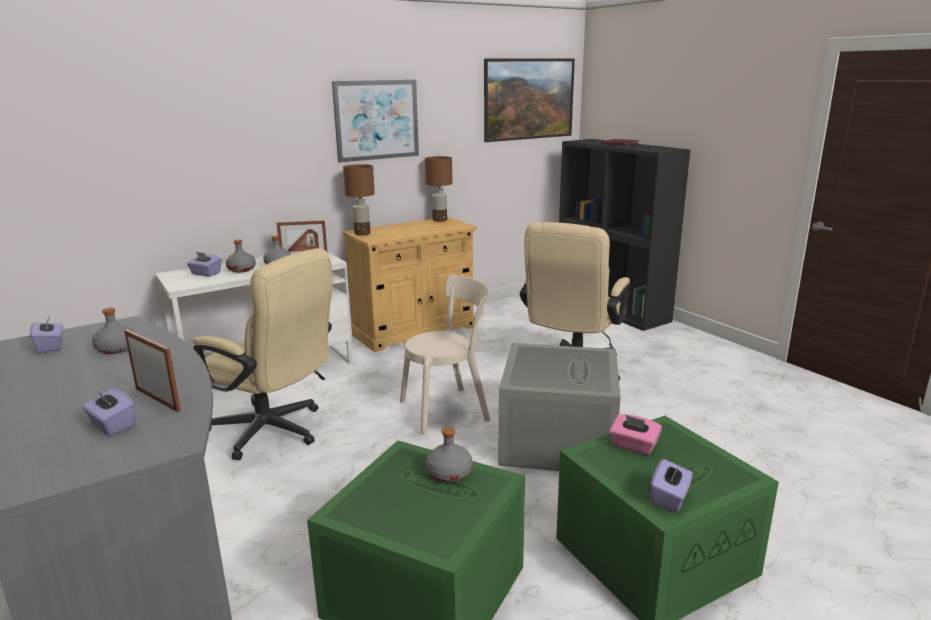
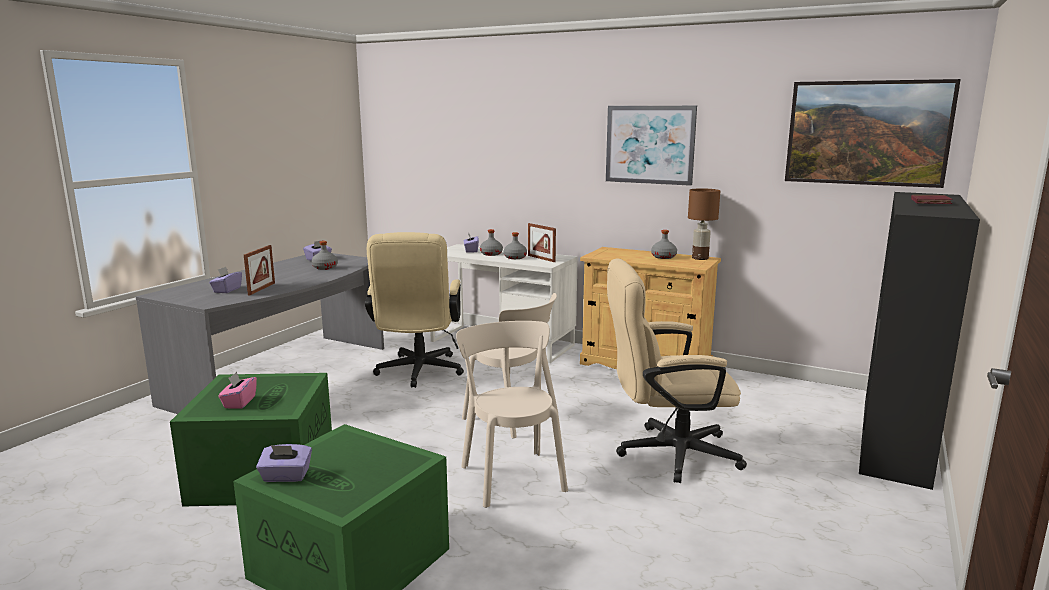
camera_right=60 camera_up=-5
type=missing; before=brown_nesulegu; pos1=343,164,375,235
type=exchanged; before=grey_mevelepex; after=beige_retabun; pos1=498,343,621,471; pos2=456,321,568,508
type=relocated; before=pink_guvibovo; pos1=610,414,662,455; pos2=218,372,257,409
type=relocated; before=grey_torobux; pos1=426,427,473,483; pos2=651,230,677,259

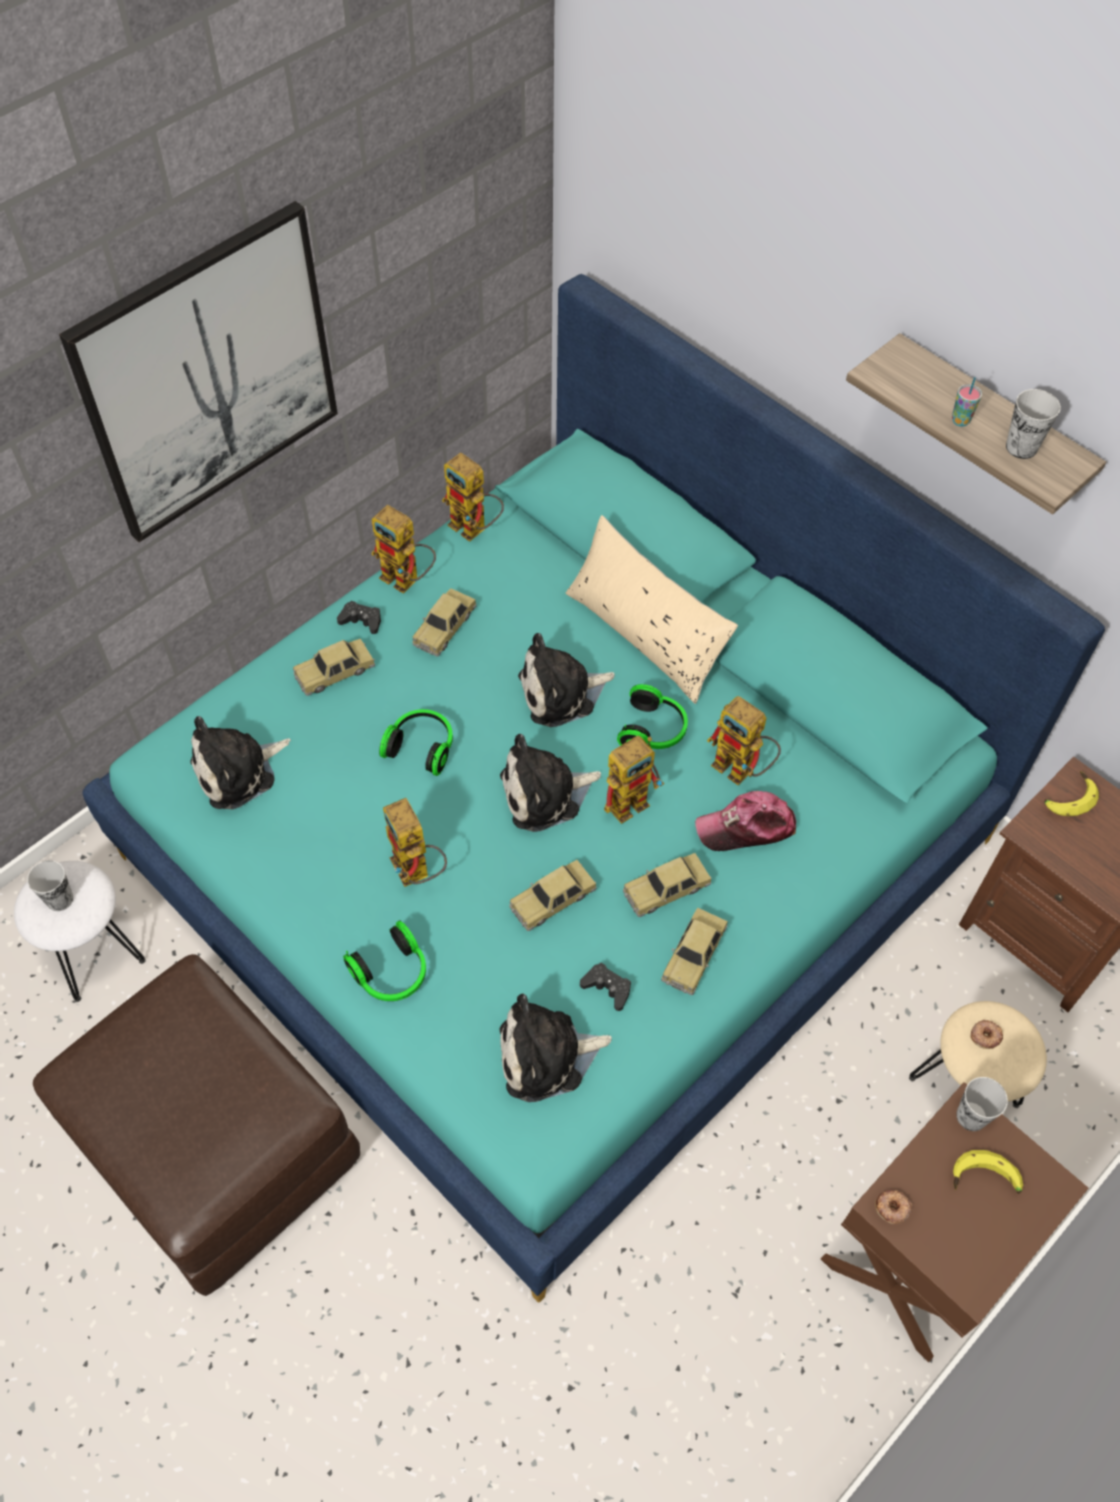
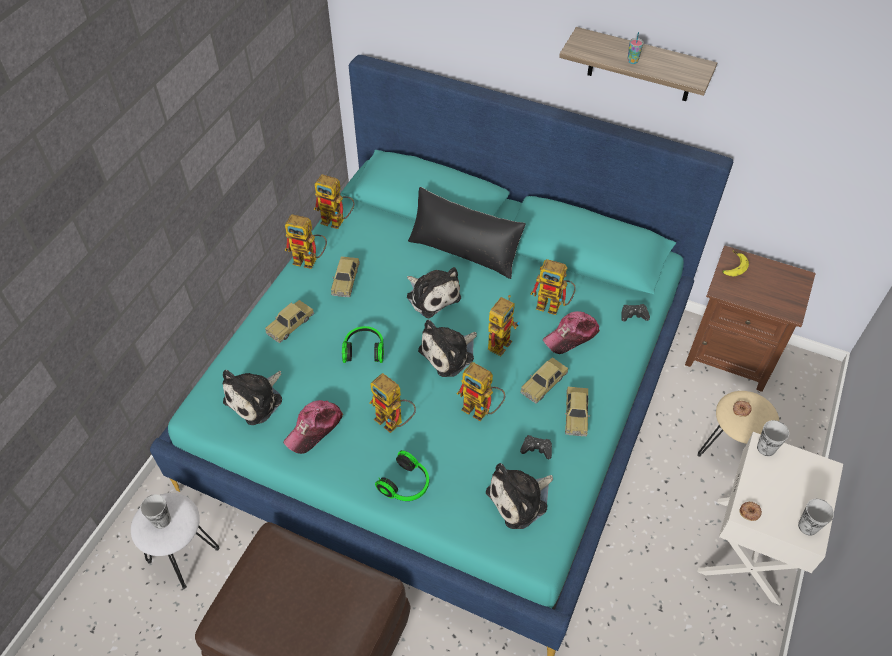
camera_right=-20 camera_up=-5
type=missing; before=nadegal; pos1=59,201,338,542
type=relocated; before=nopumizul; pos1=1006,389,1061,459; pos2=798,499,834,536
type=colour; before=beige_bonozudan; after=black_bonozudan; pos1=566,515,738,704; pos2=408,187,526,279
type=relocated; before=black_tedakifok; pos1=337,601,381,634; pos2=621,304,650,322
type=spun; before=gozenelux; pos1=518,633,615,727; pos2=407,267,461,319; turn=-90
type=missing; before=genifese; pos1=617,684,688,749
type=exchanged; before=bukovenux; after=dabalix; pos1=509,860,596,931; pos2=457,362,505,421
type=colour; before=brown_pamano; after=white_pamano; pos1=821,1082,1089,1362; pos2=697,432,843,606
type=missing; before=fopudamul; pos1=953,1150,1023,1194
type=appeared; after=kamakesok; pos2=284,400,343,454

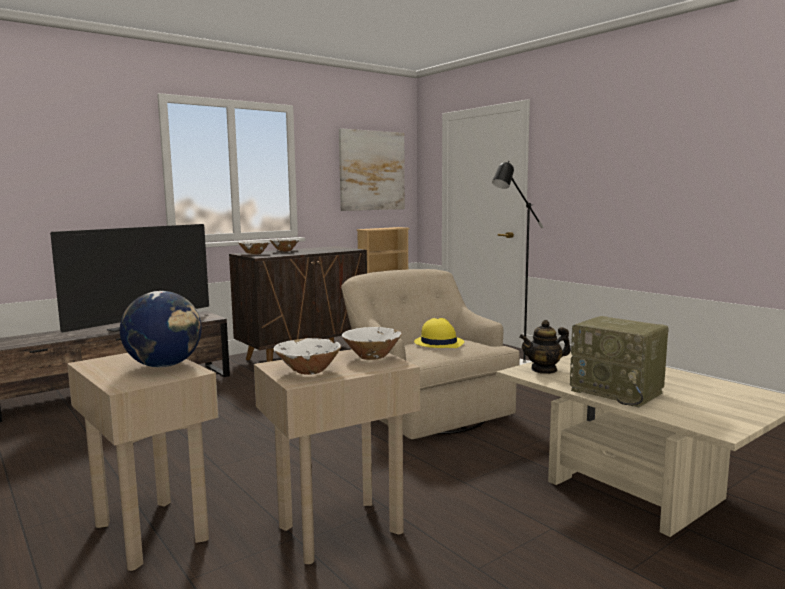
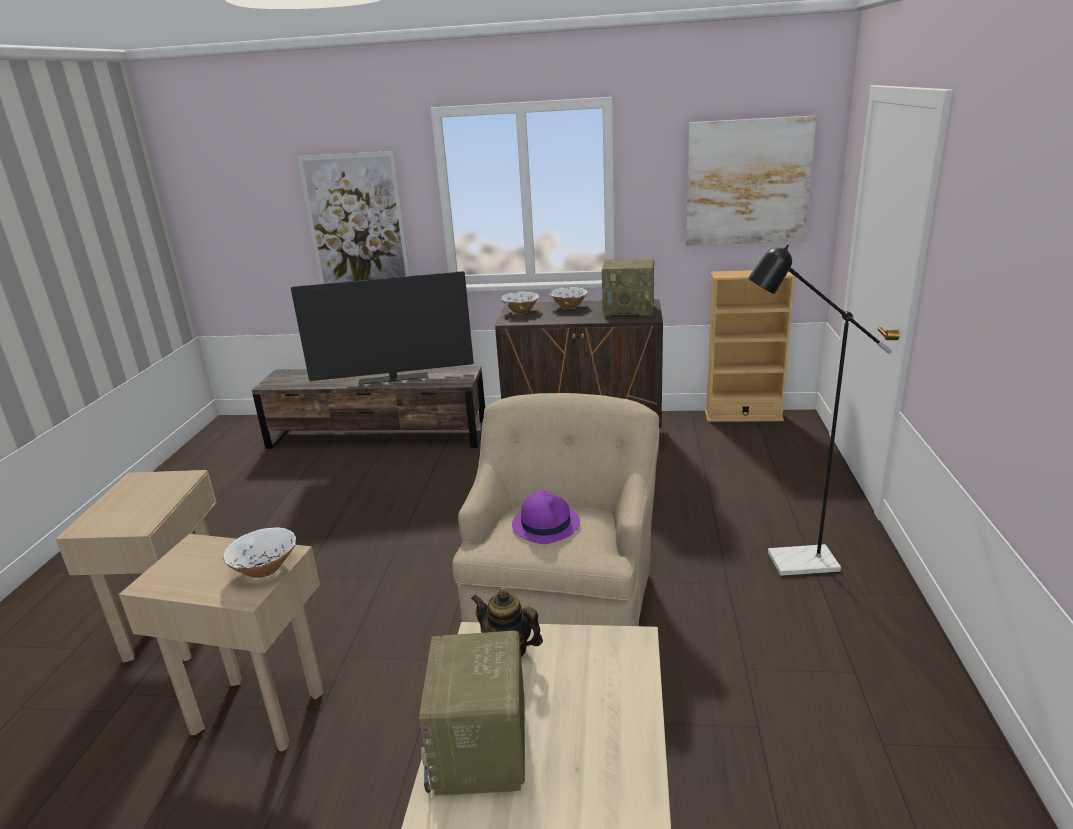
camera_right=45 camera_up=15
type=missing; before=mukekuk; pos1=120,291,202,367
type=colour; before=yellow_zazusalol; after=purple_zazusalol; pos1=414,318,464,348; pos2=512,490,580,544
type=missing; before=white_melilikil; pos1=274,338,341,375
type=appeared; after=nadegal; pos2=297,151,410,284
type=appeared; after=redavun; pos2=602,259,655,316

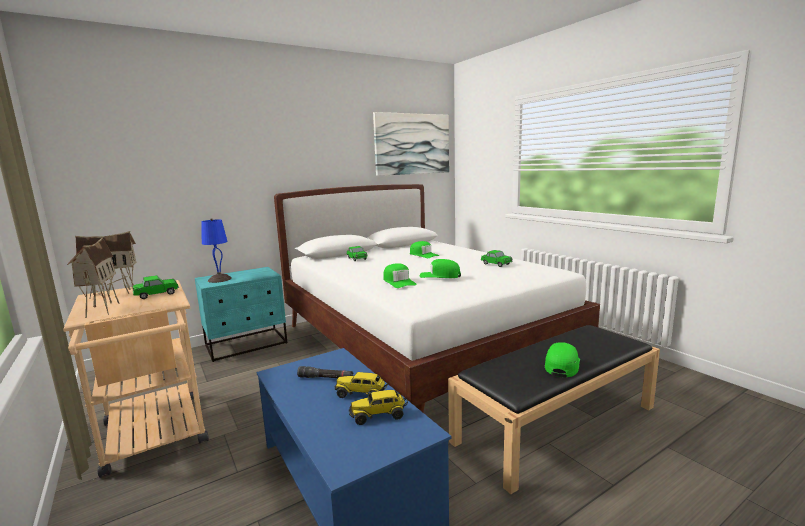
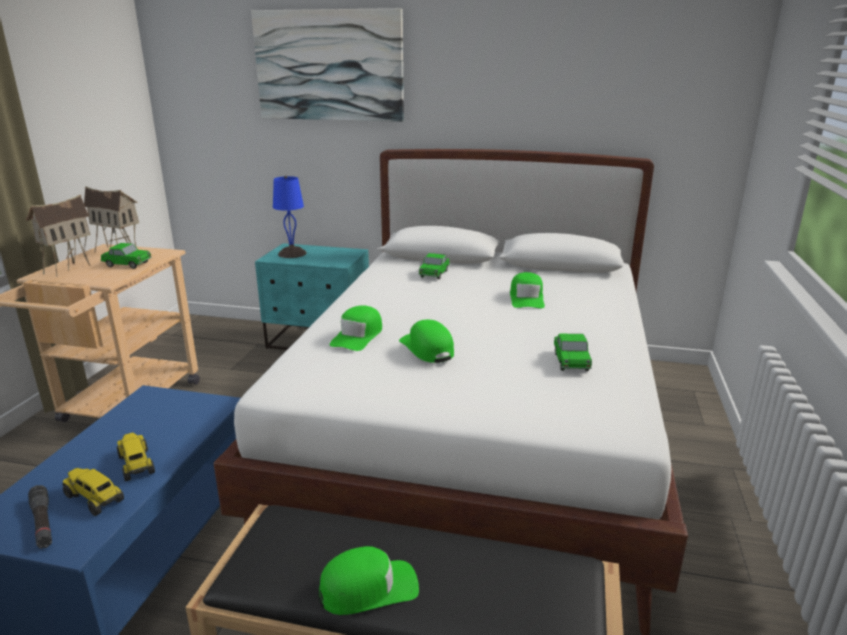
camera_right=45 camera_up=10
type=relocated; before=nadegal; pos1=373,112,449,176; pos2=251,8,404,122
type=relocated; before=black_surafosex; pos1=297,366,353,378; pos2=28,485,52,549

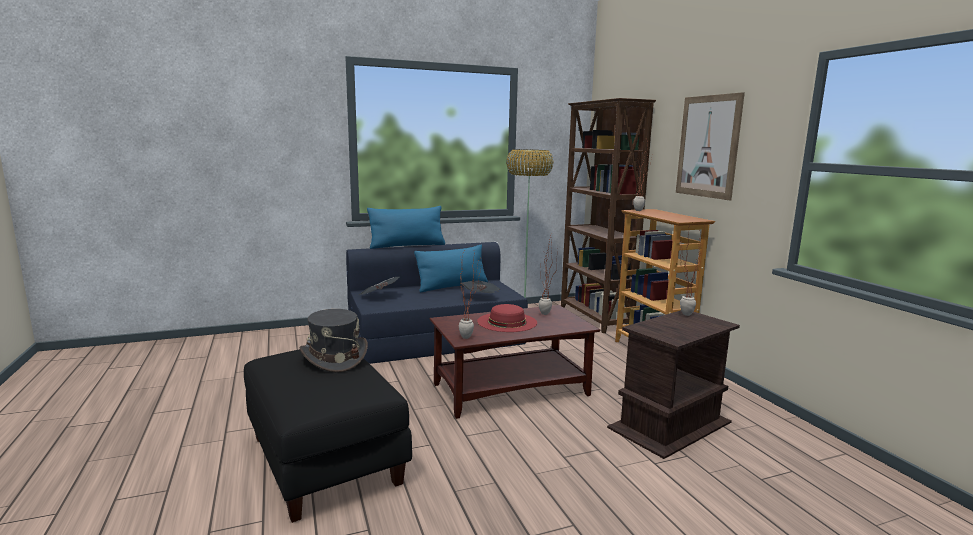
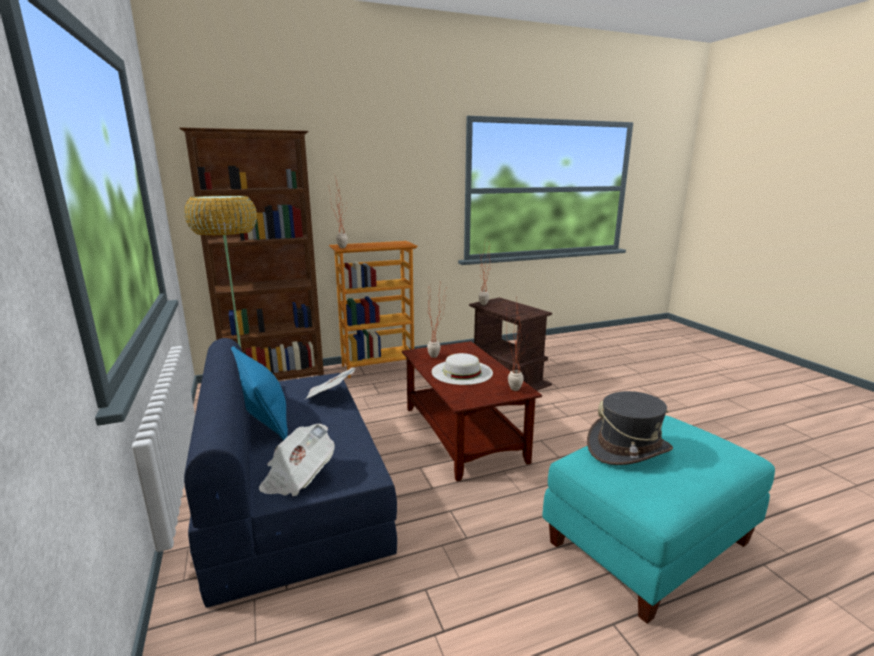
camera_right=-90 camera_up=5
type=missing; before=nadegal; pos1=676,92,745,200
type=missing; before=blue_bonozudan; pos1=367,206,445,249
type=colour; before=red_zazusalol; after=white_zazusalol; pos1=477,304,537,332; pos2=432,353,493,385
type=colour; before=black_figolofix; after=turquoise_figolofix; pos1=244,349,412,523; pos2=542,415,775,624

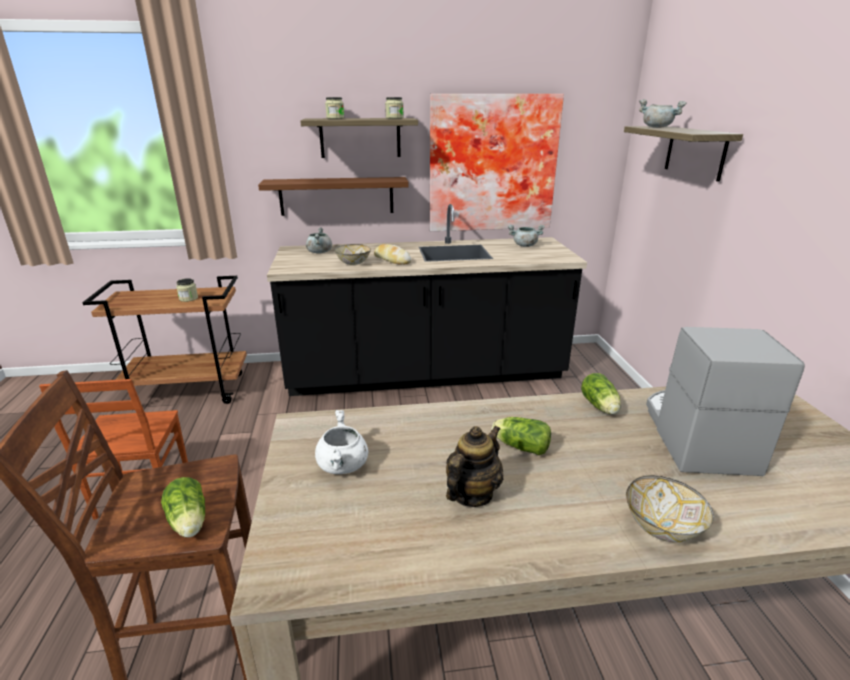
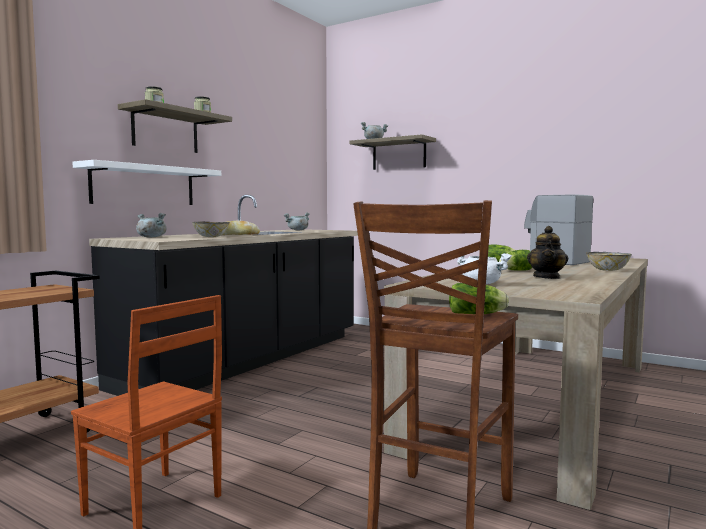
camera_right=-50 camera_up=-20
type=missing; before=nadegal; pos1=430,94,564,231
type=colour; before=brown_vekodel; after=white_vekodel; pos1=258,177,409,216; pos2=72,160,221,205
type=missing; before=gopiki; pos1=176,278,198,302
type=spun; before=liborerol; pos1=446,426,503,507; pos2=527,226,568,279; turn=-150

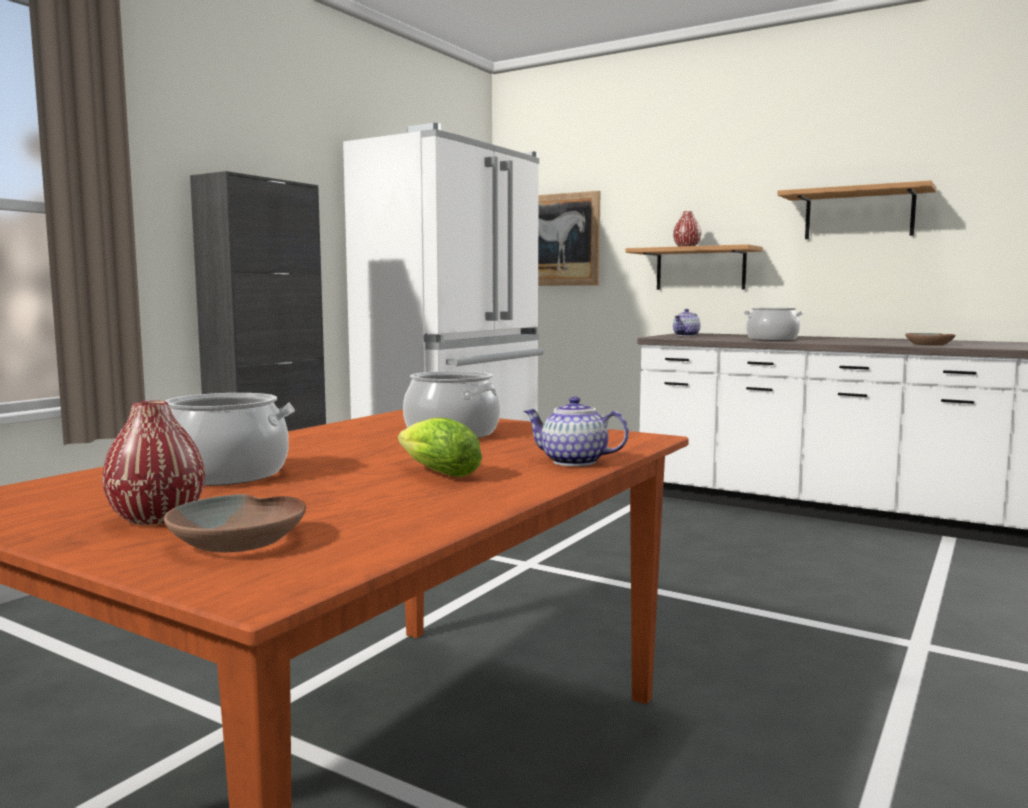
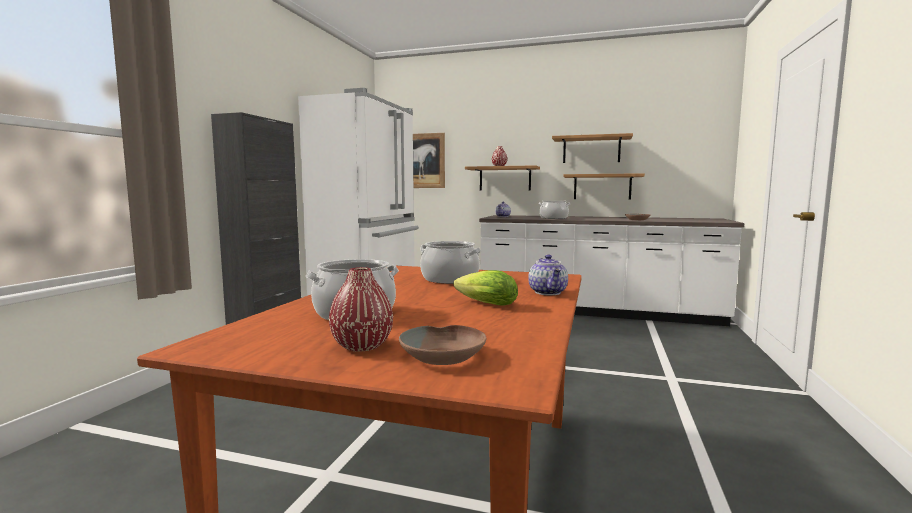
camera_right=-15 camera_up=0
type=spun; before=liborerol; pos1=524,397,629,466; pos2=528,255,568,295; turn=-105
type=appeared; after=vekodel; pos2=563,173,645,199

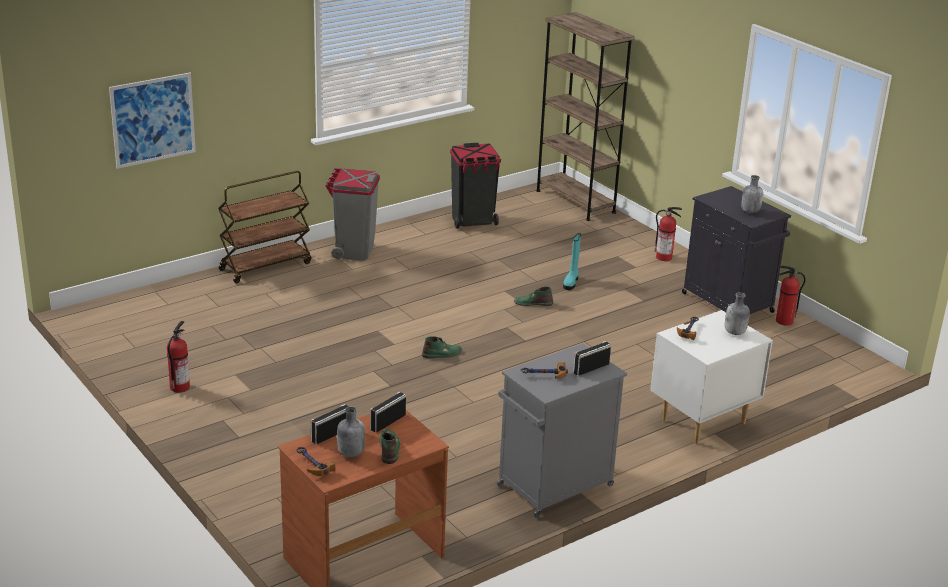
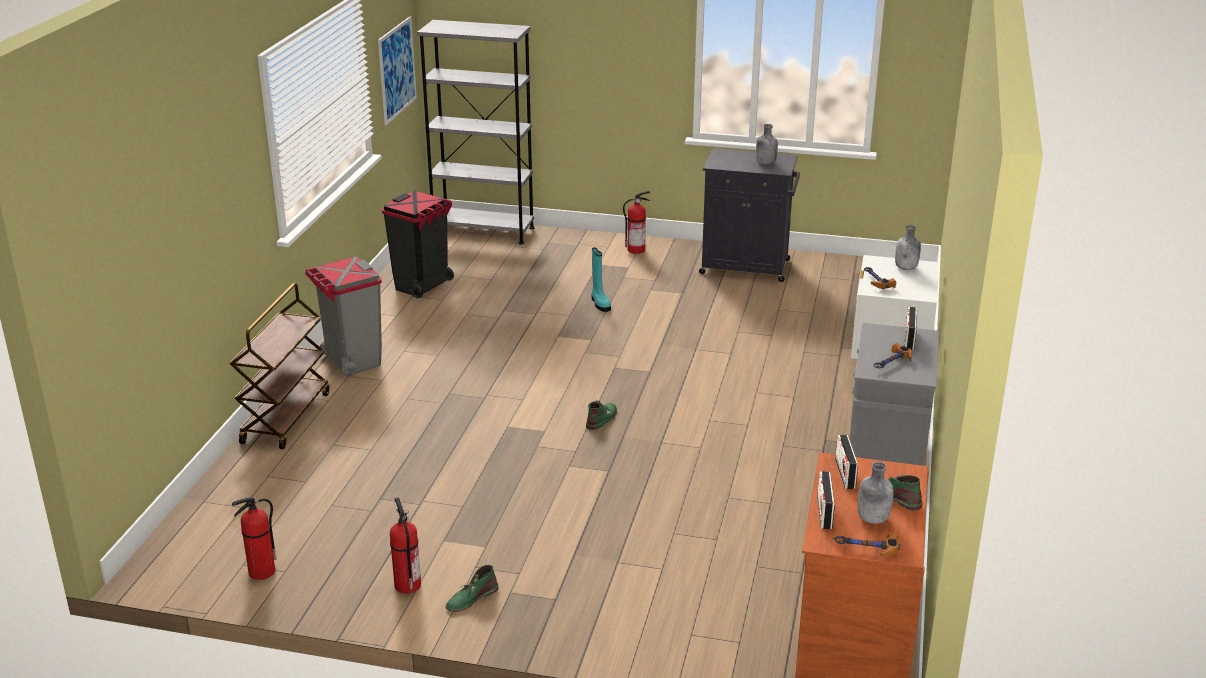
camera_right=-40 camera_up=0
type=colour; before=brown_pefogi; after=grey_pefogi; pos1=536,12,635,221; pos2=417,20,535,244
type=relocated; before=nadegal; pos1=109,73,196,169; pos2=378,16,417,125
type=relocated; before=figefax; pos1=776,266,806,325; pos2=232,497,277,580
type=relocated; before=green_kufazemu; pos1=514,286,553,306; pos2=446,565,498,612

